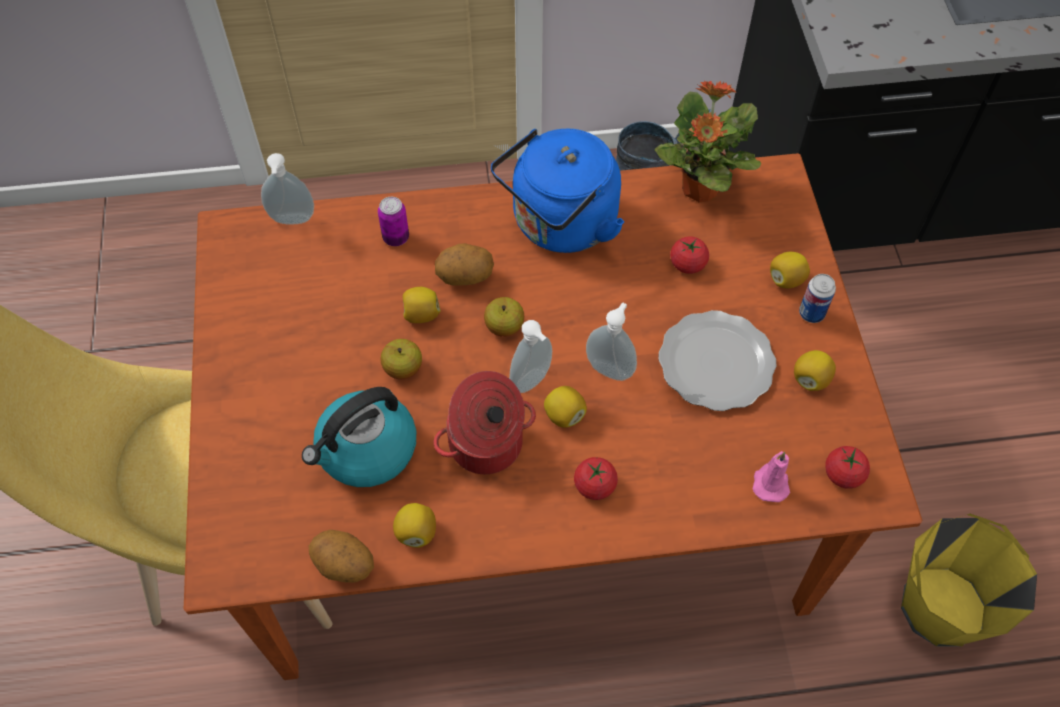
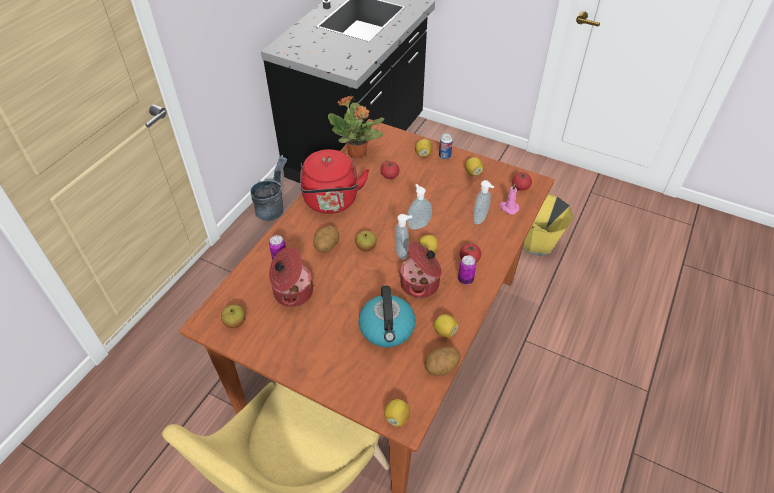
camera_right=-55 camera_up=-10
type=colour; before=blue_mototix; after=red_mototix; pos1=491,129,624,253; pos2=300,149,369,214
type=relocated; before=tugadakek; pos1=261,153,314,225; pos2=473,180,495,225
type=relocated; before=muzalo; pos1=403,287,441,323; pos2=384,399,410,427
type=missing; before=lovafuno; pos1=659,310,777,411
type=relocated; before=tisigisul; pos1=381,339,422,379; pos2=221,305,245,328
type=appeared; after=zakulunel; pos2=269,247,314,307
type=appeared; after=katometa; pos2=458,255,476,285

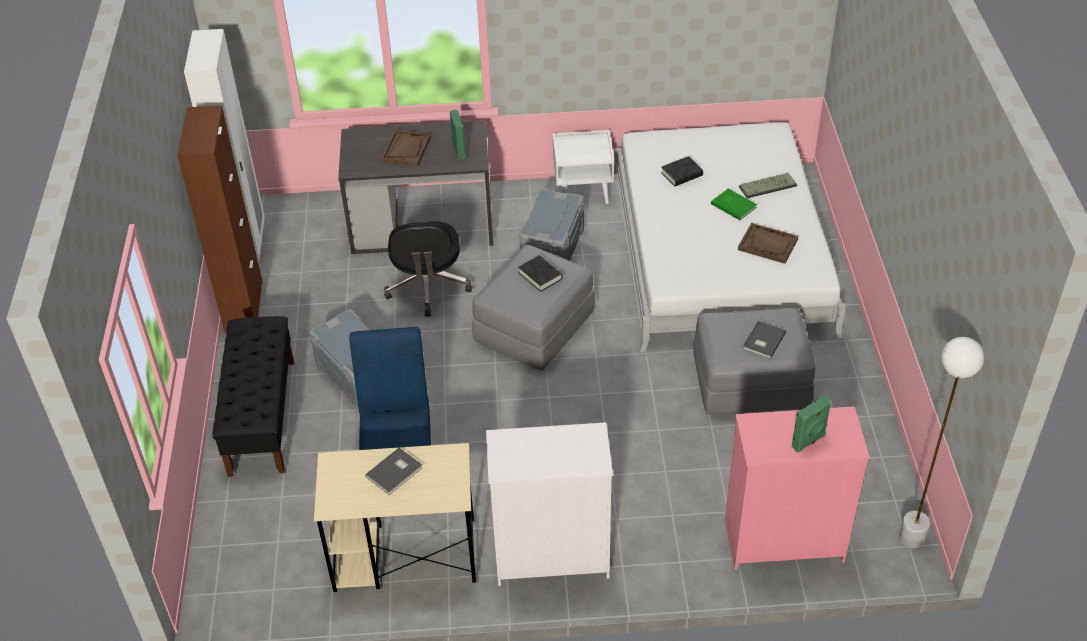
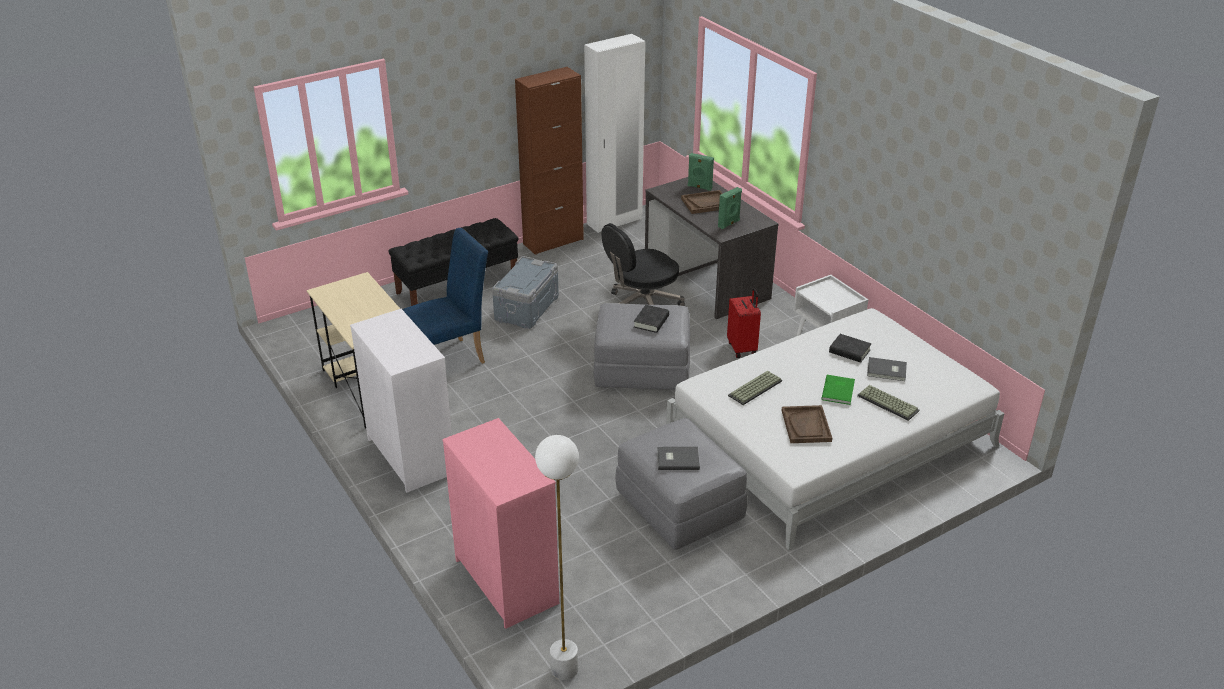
camera_right=60 camera_up=-10
type=exchanged; before=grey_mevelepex; after=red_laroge; pos1=519,189,584,261; pos2=727,288,761,358
type=relocated; before=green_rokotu; pos1=791,396,832,453; pos2=688,153,714,191
type=relocated; before=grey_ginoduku; pos1=365,448,423,495; pos2=867,357,907,381
type=appeared; after=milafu; pos2=728,371,782,405

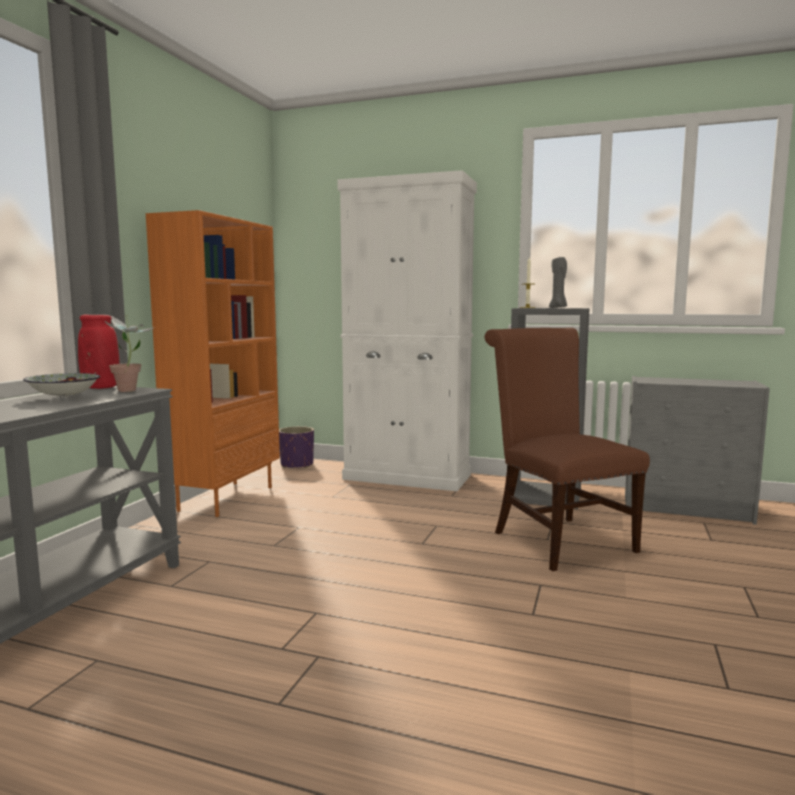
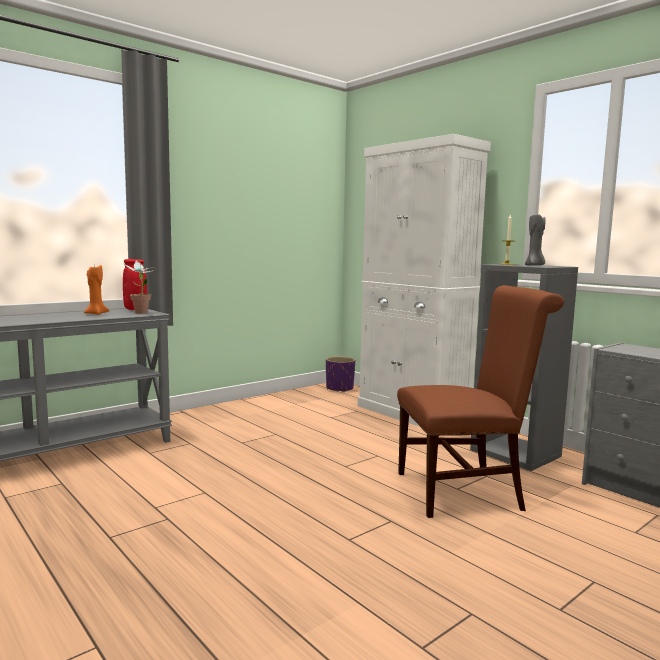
camera_right=30 camera_up=0
type=missing; before=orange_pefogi; pos1=146,210,280,517
type=spun; before=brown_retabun; pos1=485,328,650,571; pos2=397,285,564,518; turn=75
type=exchanged; before=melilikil; after=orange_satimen; pos1=23,373,100,399; pos2=84,265,109,315

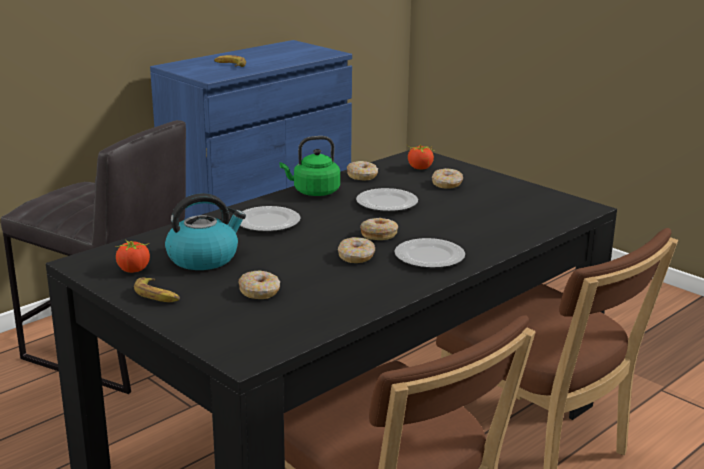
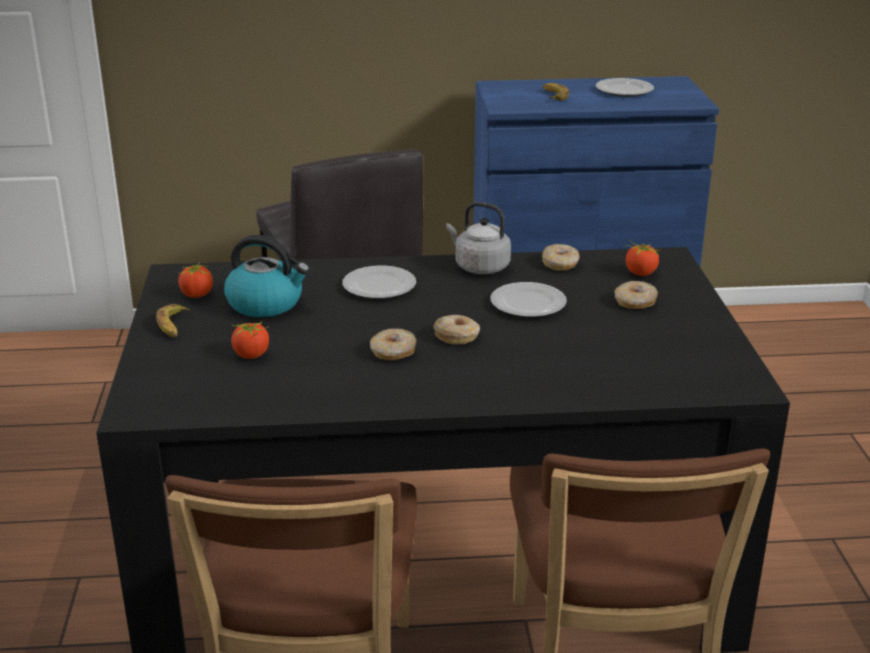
camera_right=40 camera_up=5
type=colour; before=green_mototix; after=grey_mototix; pos1=280,136,340,196; pos2=446,202,511,274
type=relocated; before=lovafuno; pos1=394,238,465,268; pos2=596,78,654,97
type=exchanged; before=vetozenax; after=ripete; pos1=238,271,280,299; pos2=231,322,269,359

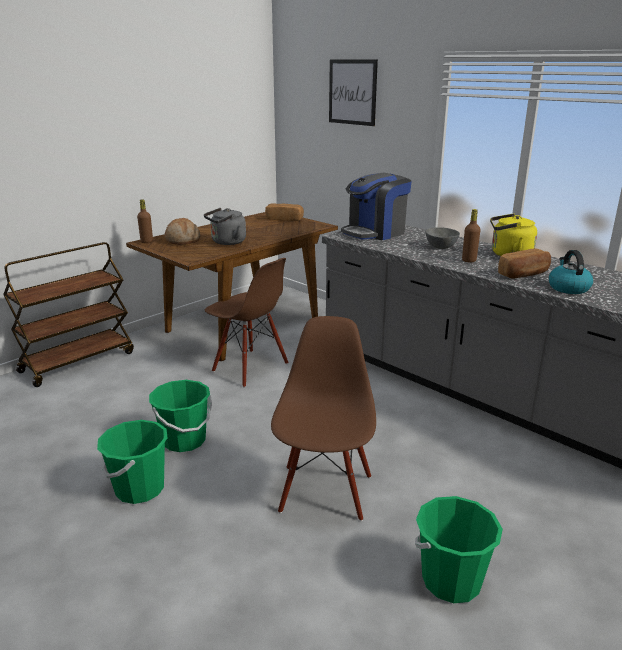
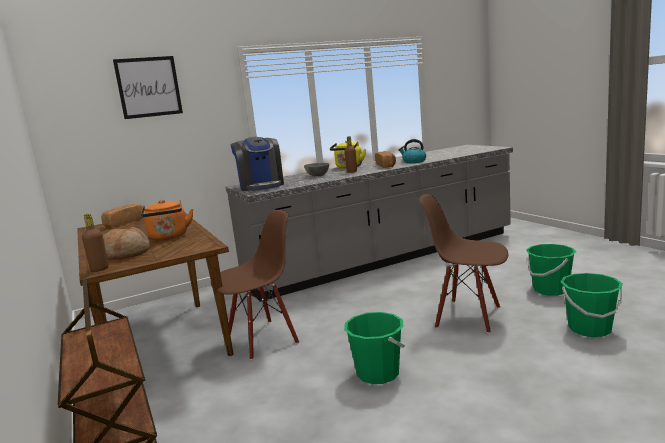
camera_right=-70 camera_up=-10
type=colour; before=grey_mototix; after=orange_mototix; pos1=204,208,246,245; pos2=141,200,193,241
type=relocated; before=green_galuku; pos1=97,420,168,504; pos2=561,273,624,337

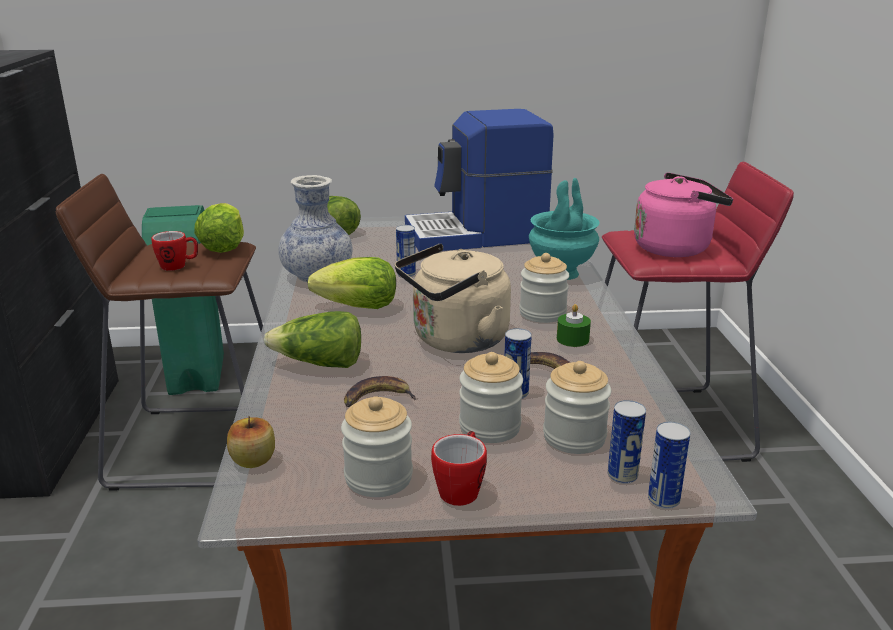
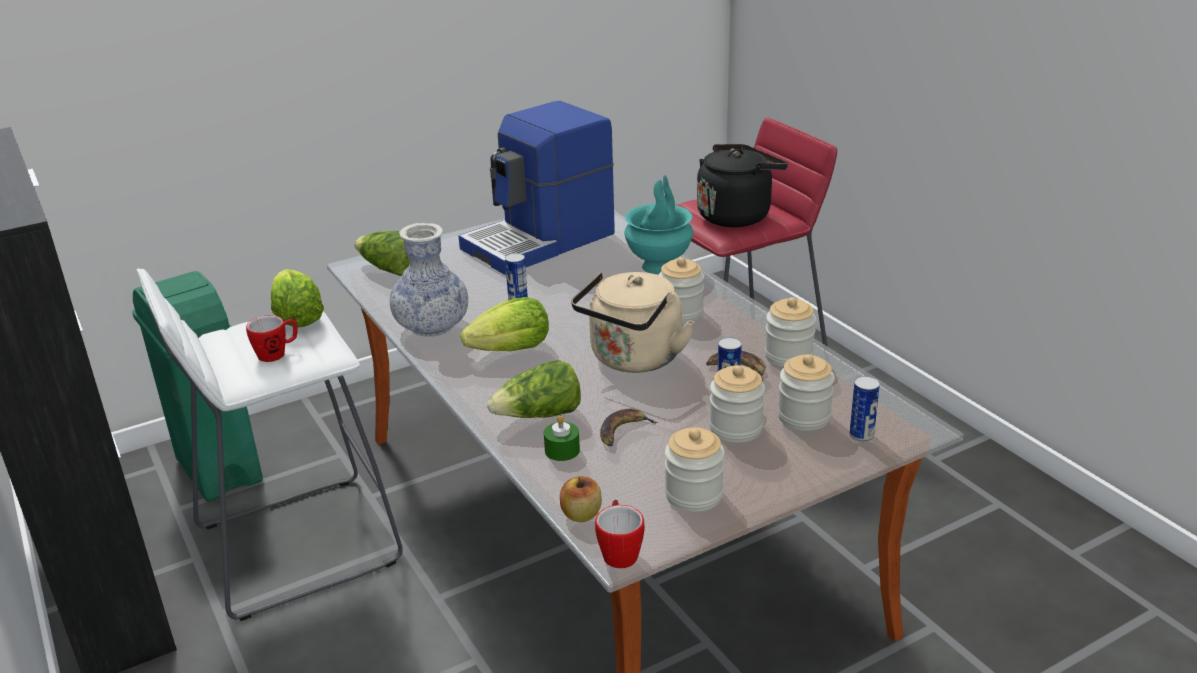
camera_right=-25 camera_up=5
type=colour; before=pink_mototix; after=black_mototix; pos1=634,172,733,257; pos2=697,144,788,227
type=colour; before=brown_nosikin; after=white_nosikin; pos1=56,174,263,491; pos2=136,268,403,621
type=relocated; before=green_satimen; pos1=557,304,591,347; pos2=544,415,580,461
type=missing; before=katometa; pos1=648,422,690,509
type=relocated; before=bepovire; pos1=431,431,487,506; pos2=595,500,644,569
type=appeared; after=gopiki; pos2=765,297,816,367

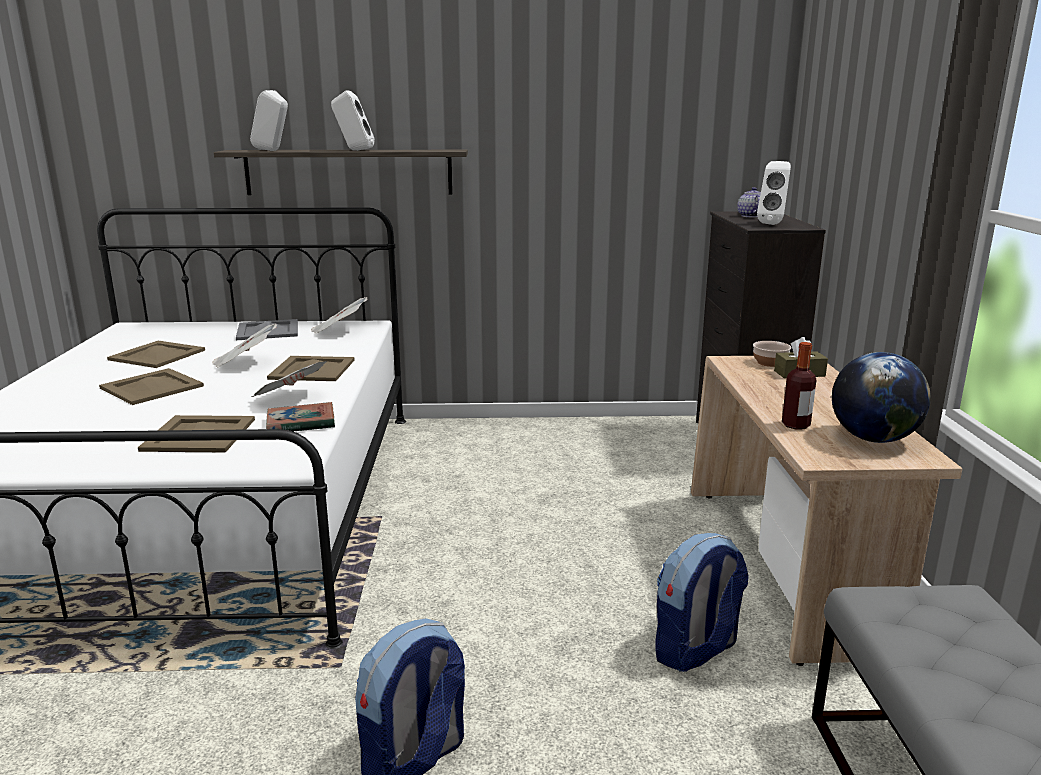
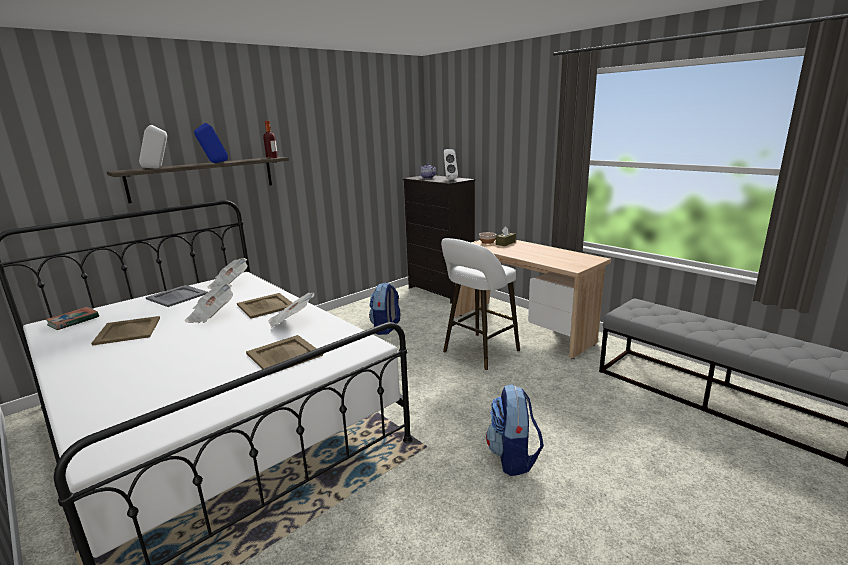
camera_right=-40 camera_up=0
type=colour; before=white_rokotu; after=blue_rokotu; pos1=331,90,375,151; pos2=194,123,228,163
type=relocated; before=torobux; pos1=782,342,816,429; pos2=263,121,278,158
type=missing; before=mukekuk; pos1=832,352,931,443
type=missing; before=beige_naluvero; pos1=99,368,204,405
type=relocated; before=ginoduku; pos1=266,402,335,432; pos2=45,307,99,330
type=relocated; before=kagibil; pos1=655,533,749,672; pos2=369,282,400,335
type=appeared; after=white_nosikin; pos2=441,238,520,370

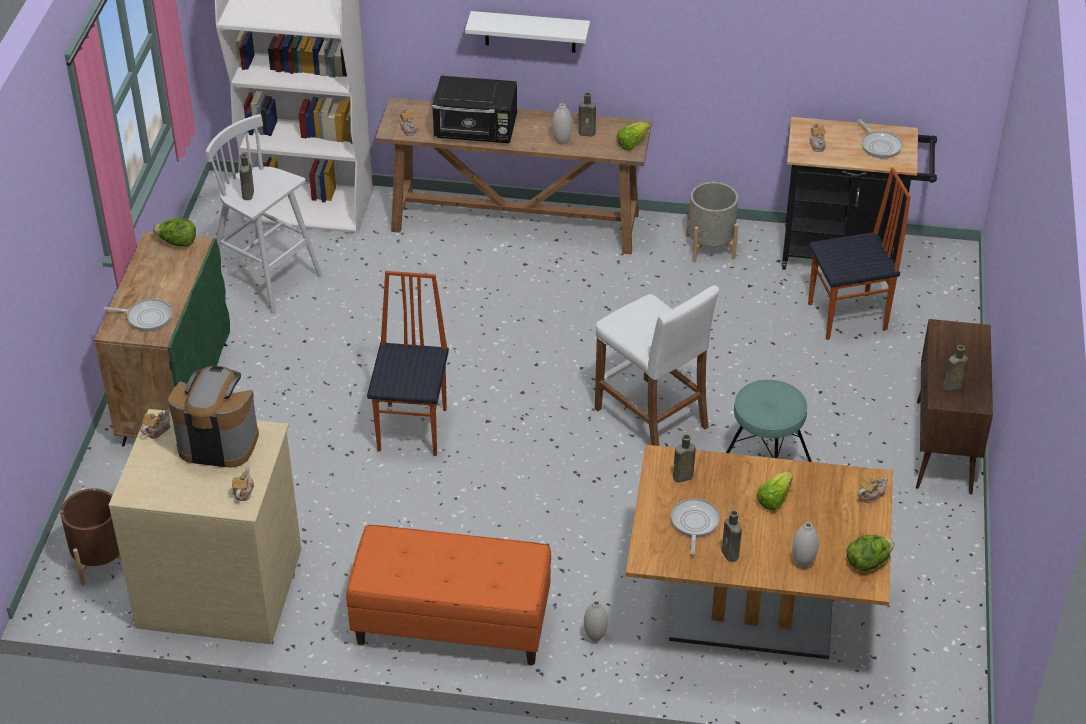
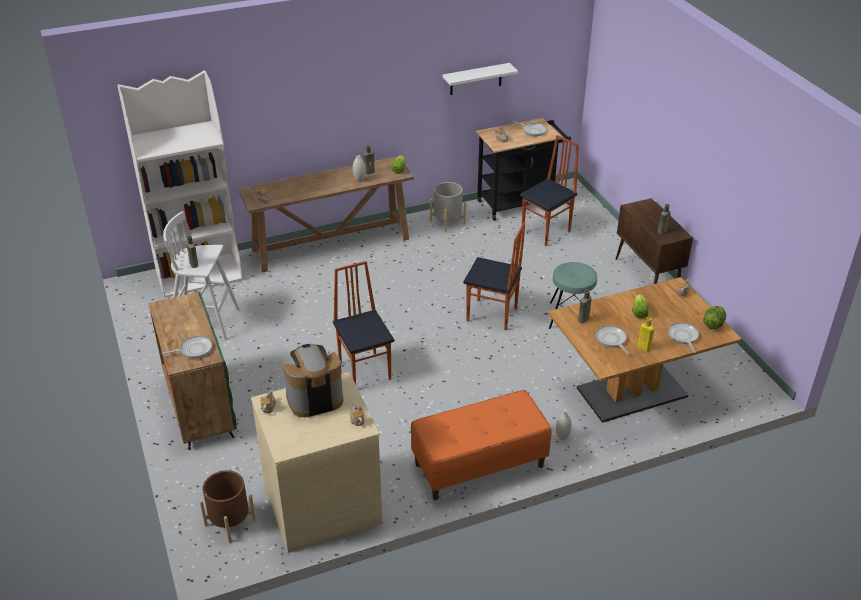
camera_right=-30 camera_up=-5
type=relocated; before=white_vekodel; pos1=465,11,590,53; pos2=442,63,518,95
type=missing; before=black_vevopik; pos1=432,76,517,143
type=missing; before=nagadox; pos1=153,218,196,247
type=exchanged; before=white_nosikin; after=retabun; pos1=595,285,719,446; pos2=463,222,525,330
type=colour; before=brown_torobux; after=yellow_torobux; pos1=722,510,742,562; pos2=638,317,654,351
type=exchanged; before=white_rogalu; after=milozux; pos1=792,522,819,567; pos2=668,322,699,353

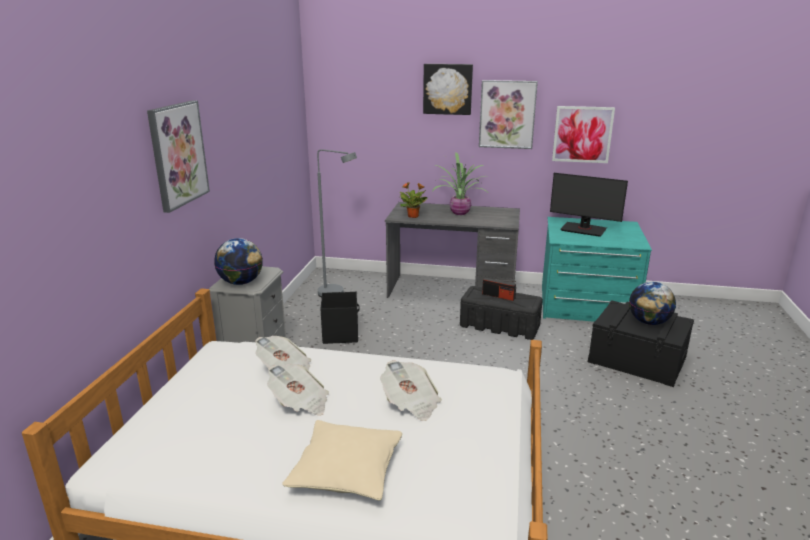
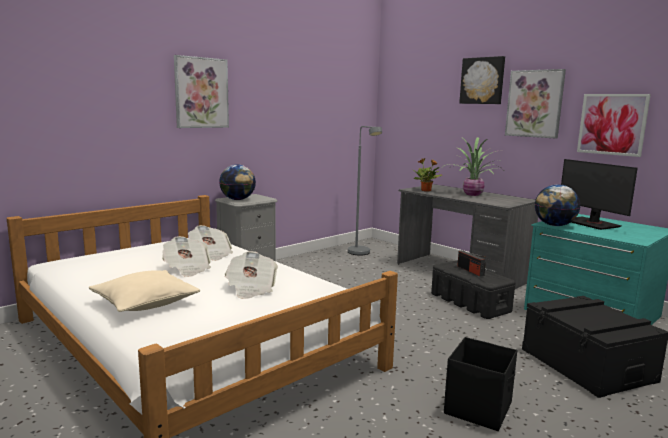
camera_right=35 camera_up=-10
type=relocated; before=mukekuk; pos1=629,282,676,325; pos2=535,184,580,226
type=relocated; before=black_mevelepex; pos1=320,292,360,344; pos2=444,337,517,431

